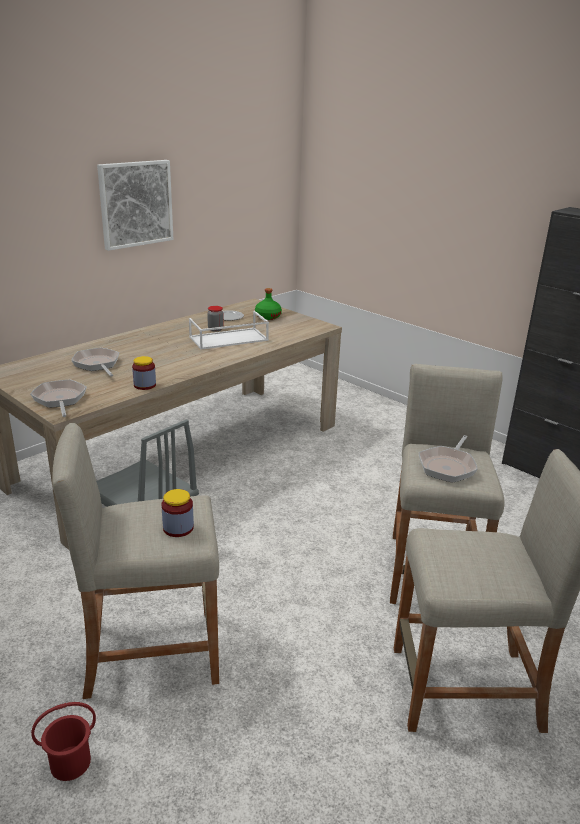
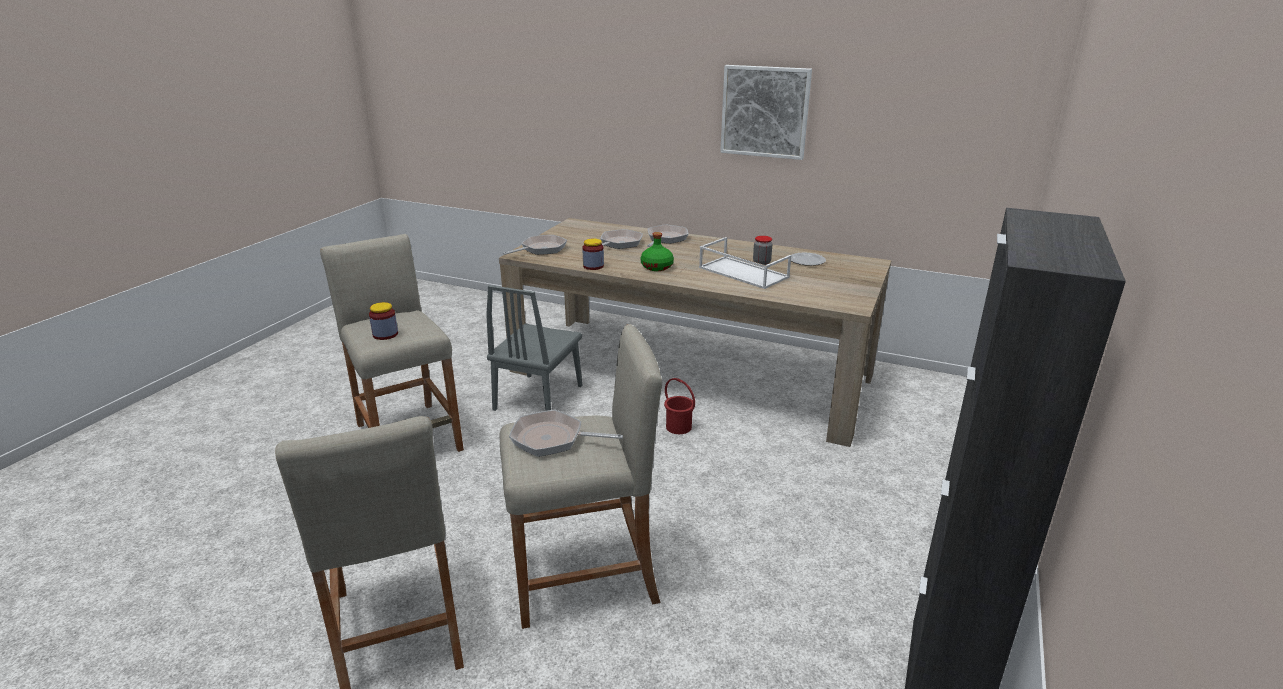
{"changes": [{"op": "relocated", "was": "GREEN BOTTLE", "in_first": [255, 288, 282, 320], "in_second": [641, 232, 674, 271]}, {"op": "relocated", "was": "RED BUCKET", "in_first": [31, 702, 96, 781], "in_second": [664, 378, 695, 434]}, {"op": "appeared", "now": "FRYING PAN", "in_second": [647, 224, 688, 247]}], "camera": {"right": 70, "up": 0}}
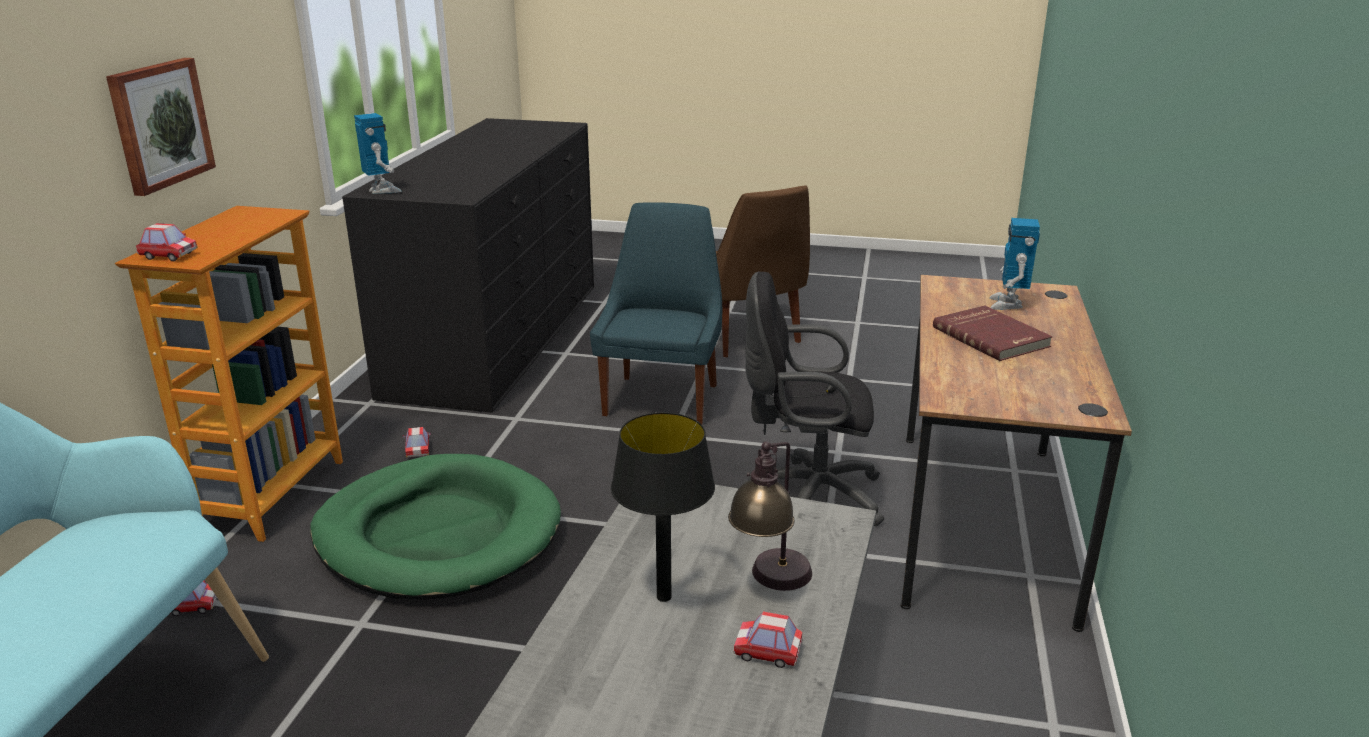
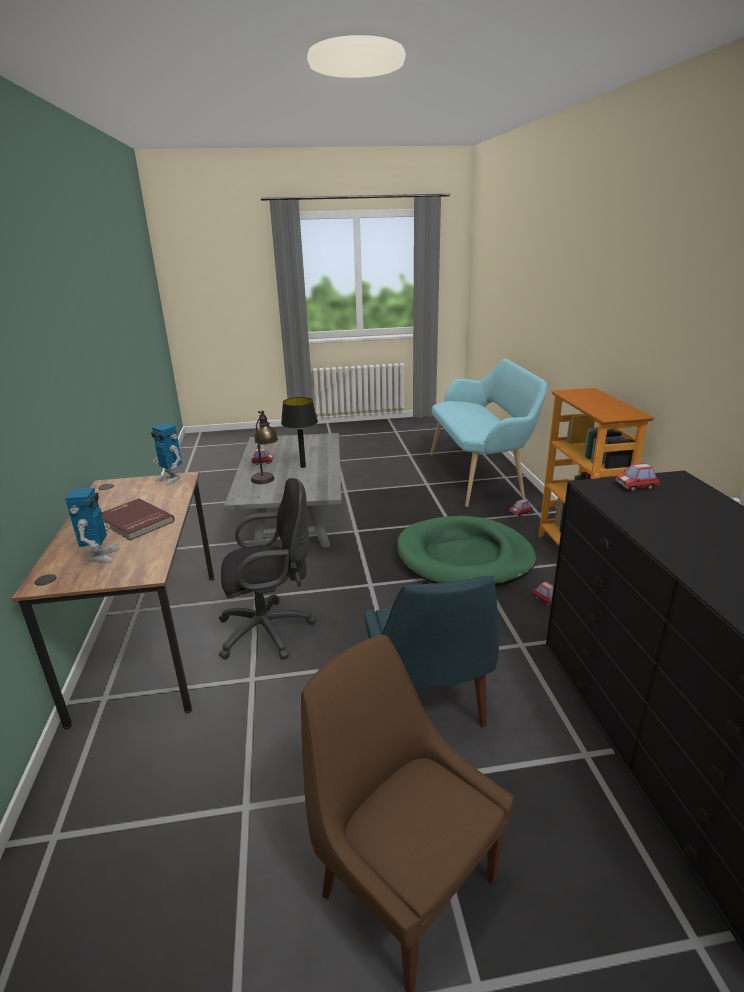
{"changes": [{"op": "missing", "was": "PICTURE", "in_first": [106, 58, 216, 196]}, {"op": "relocated", "was": "TOY ROBOT", "in_first": [354, 113, 401, 194], "in_second": [151, 423, 182, 486]}, {"op": "relocated", "was": "TOY CAR", "in_first": [136, 223, 198, 261], "in_second": [616, 463, 660, 491]}], "camera": {"right": 160, "up": 0}}
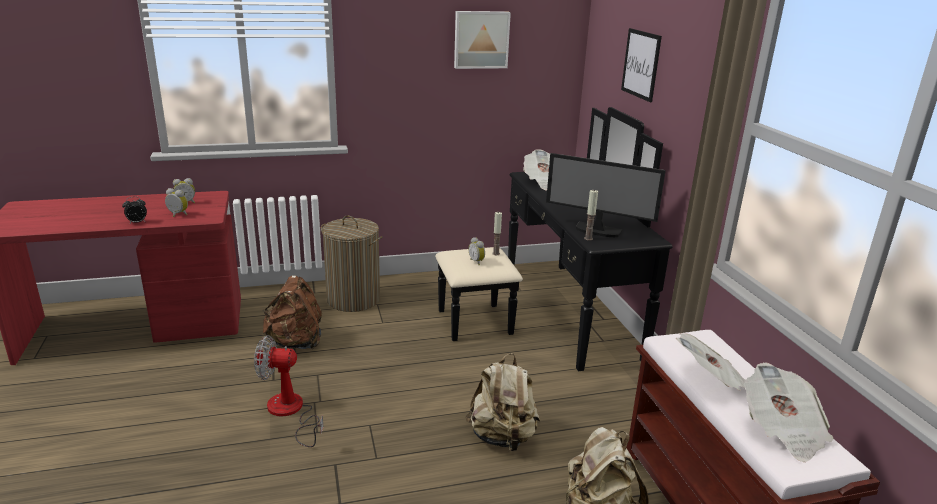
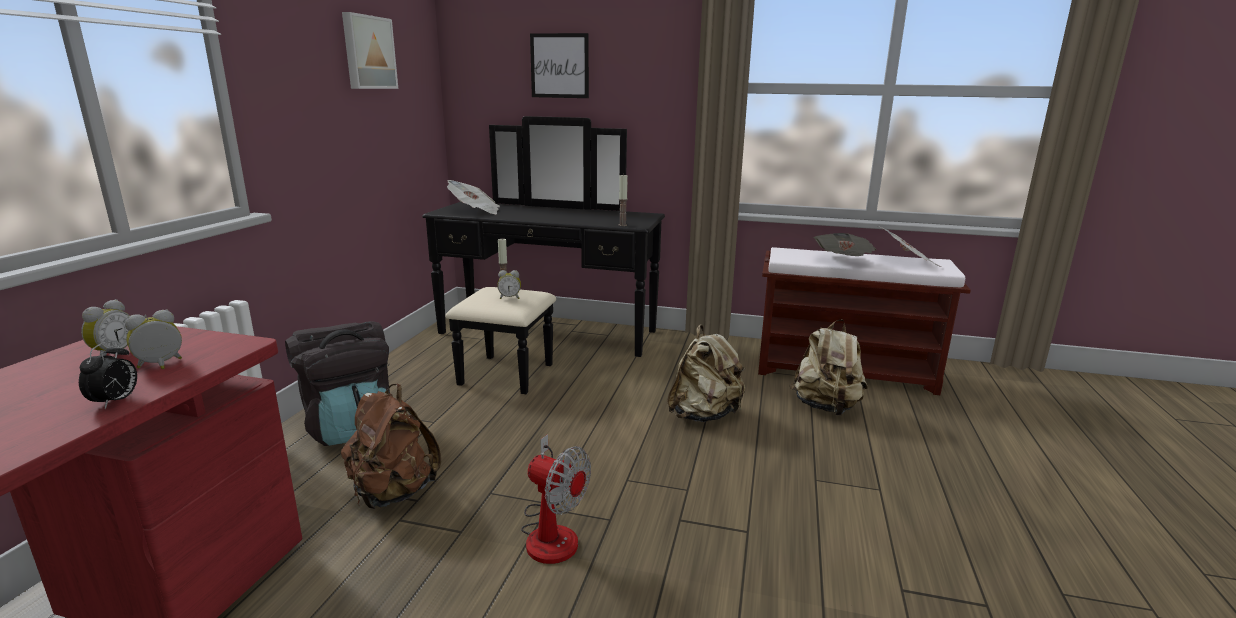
{"changes": [{"op": "missing", "was": "MONITOR", "in_first": [546, 153, 666, 237]}, {"op": "exchanged", "was": "LAUNDRY BASKET", "now": "BLACK BACKPACK", "in_first": [321, 215, 383, 312], "in_second": [285, 321, 390, 446]}, {"op": "spun", "was": "FAN", "in_first": [254, 335, 323, 447], "in_second": [521, 434, 591, 564], "clockwise": -90}], "camera": {"right": -60, "up": -5}}
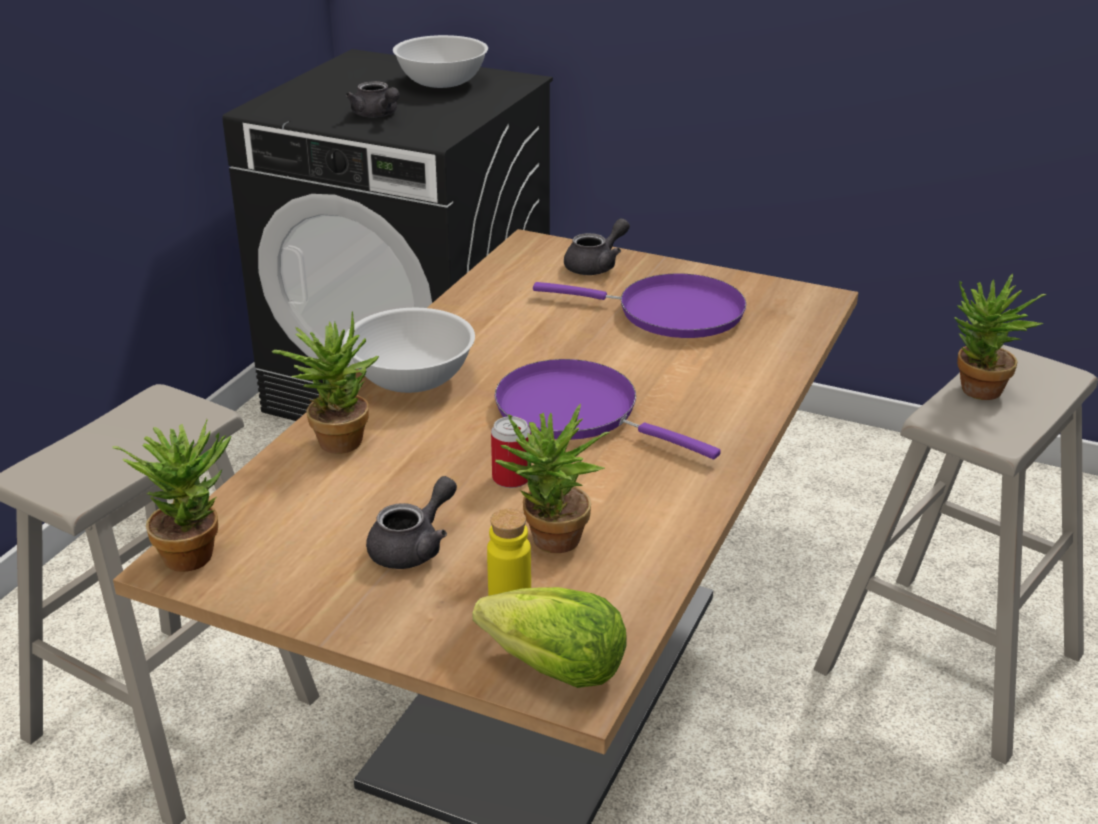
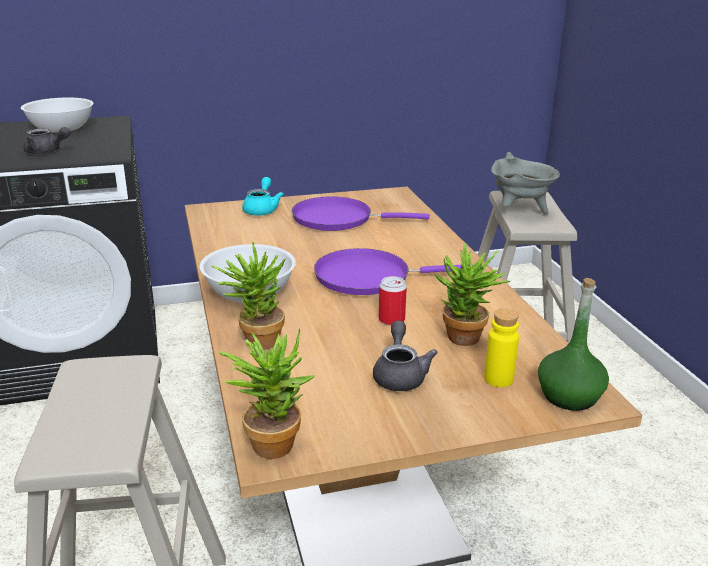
{"changes": [{"op": "colour", "was": "GREY TEAPOT", "now": "TURQUOISE TEAPOT", "in_first": [564, 218, 630, 275], "in_second": [242, 177, 283, 216]}, {"op": "spun", "was": "PURPLE FRYING PAN", "in_first": [533, 274, 746, 338], "in_second": [292, 196, 430, 231], "clockwise": -150}, {"op": "exchanged", "was": "POTTED PLANT", "now": "GREY COOKING POT", "in_first": [955, 274, 1047, 400], "in_second": [491, 152, 560, 214]}, {"op": "exchanged", "was": "LETTUCE", "now": "GREEN BOTTLE", "in_first": [473, 587, 627, 688], "in_second": [538, 278, 609, 411]}], "camera": {"right": -40, "up": -5}}
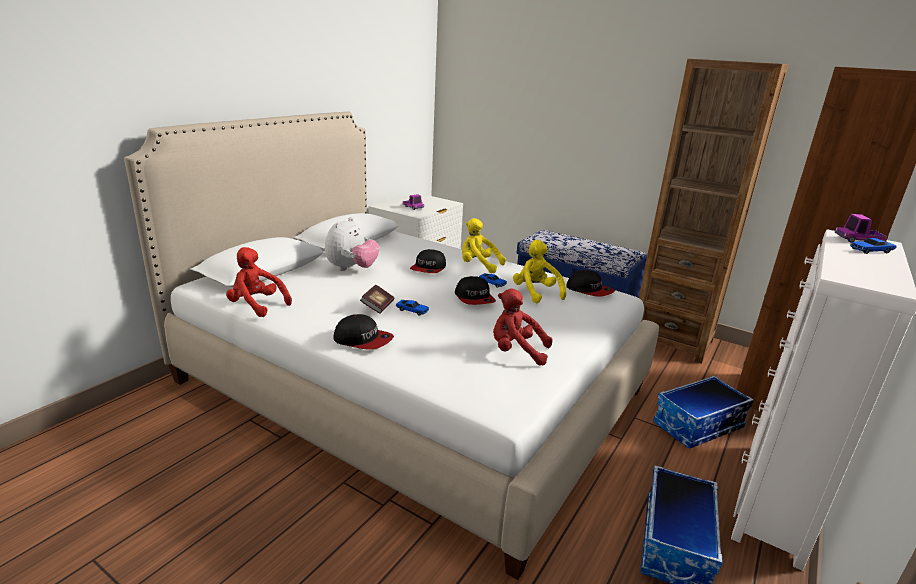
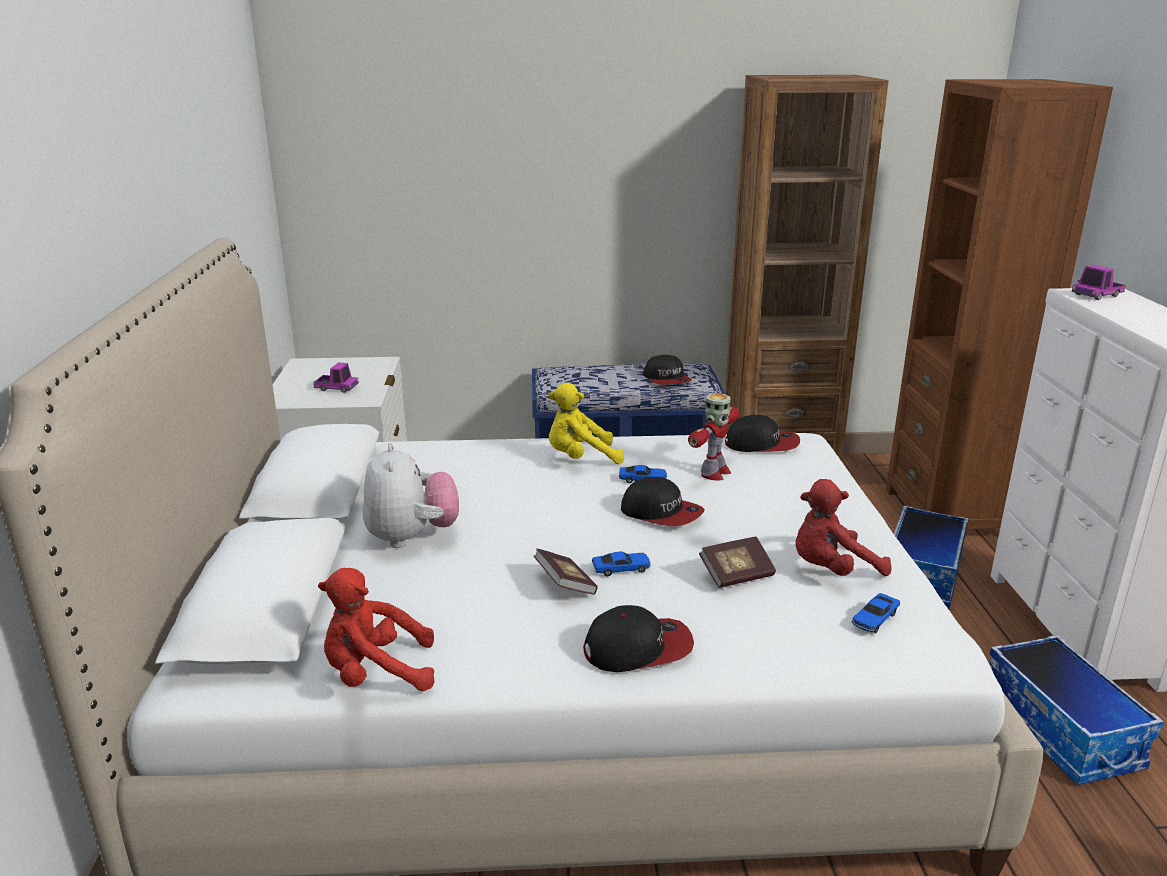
{"changes": [{"op": "relocated", "was": "TOY CAR", "in_first": [850, 238, 896, 254], "in_second": [851, 593, 900, 633]}, {"op": "exchanged", "was": "YELLOW PLUSH TOY", "now": "TOY ROBOT", "in_first": [513, 240, 566, 303], "in_second": [688, 393, 739, 480]}, {"op": "relocated", "was": "CAP", "in_first": [410, 249, 446, 273], "in_second": [643, 355, 692, 385]}, {"op": "appeared", "now": "BOOK", "in_second": [699, 537, 776, 588]}], "camera": {"right": -35, "up": 0}}
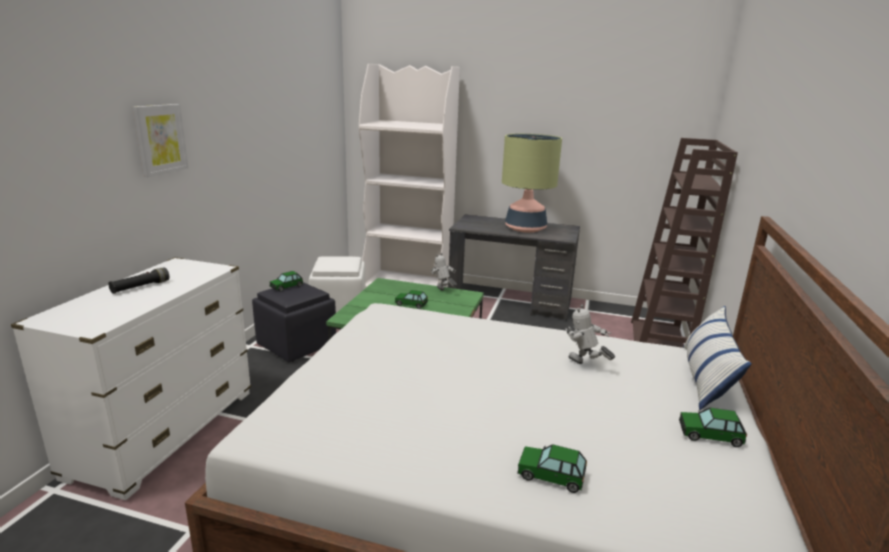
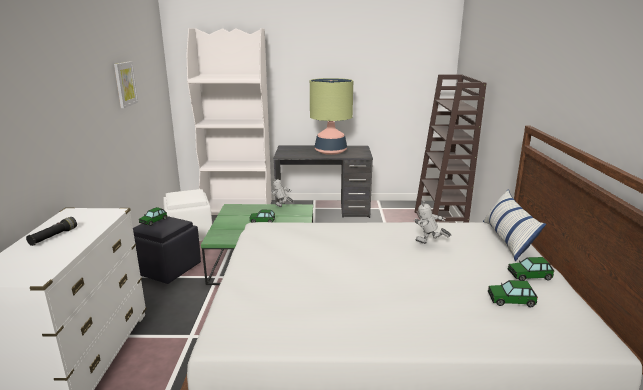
{"changes": [{"op": "relocated", "was": "PICTURE", "in_first": [133, 104, 188, 177], "in_second": [114, 61, 138, 108]}, {"op": "relocated", "was": "TOY CAR", "in_first": [517, 444, 587, 493], "in_second": [488, 280, 538, 307]}], "camera": {"right": -15, "up": 0}}
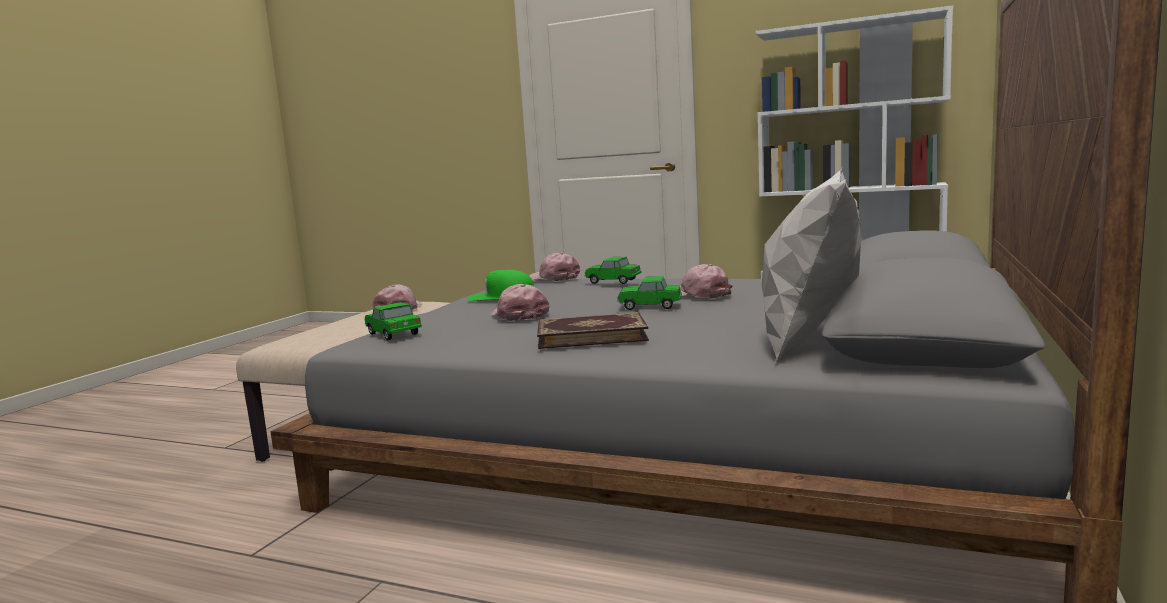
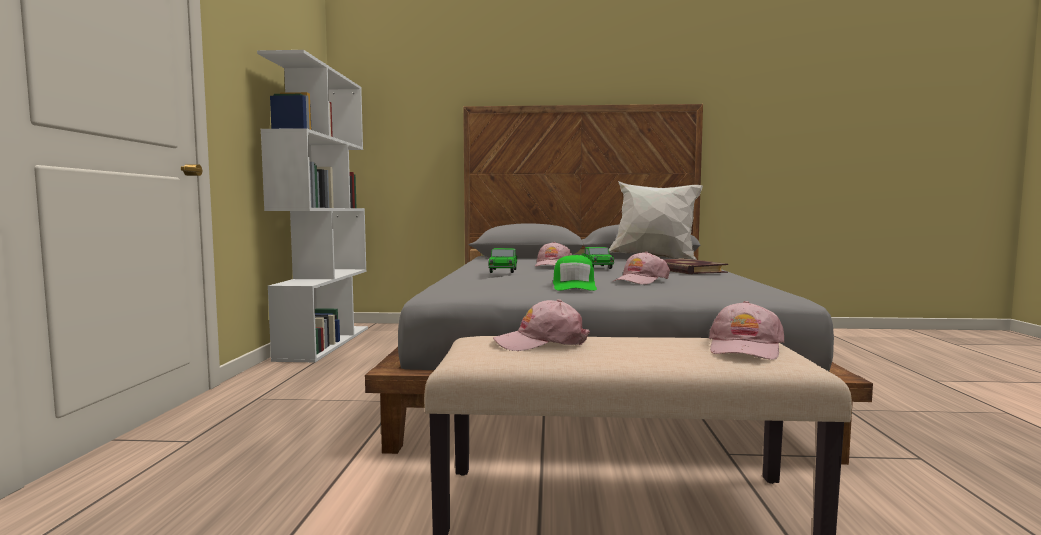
{"changes": [{"op": "relocated", "was": "PINK CAP", "in_first": [529, 253, 580, 281], "in_second": [709, 301, 785, 360]}, {"op": "missing", "was": "TOY CAR", "in_first": [365, 302, 422, 340]}], "camera": {"right": -110, "up": -5}}
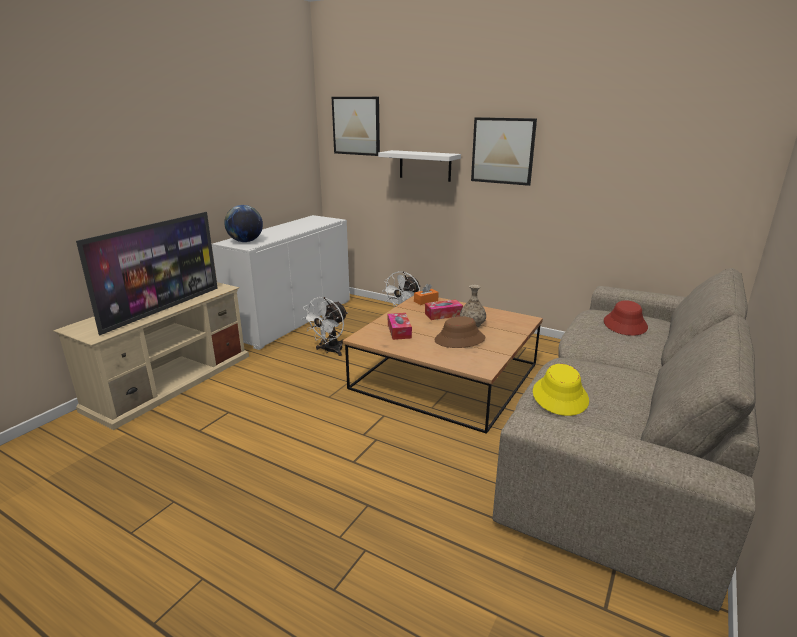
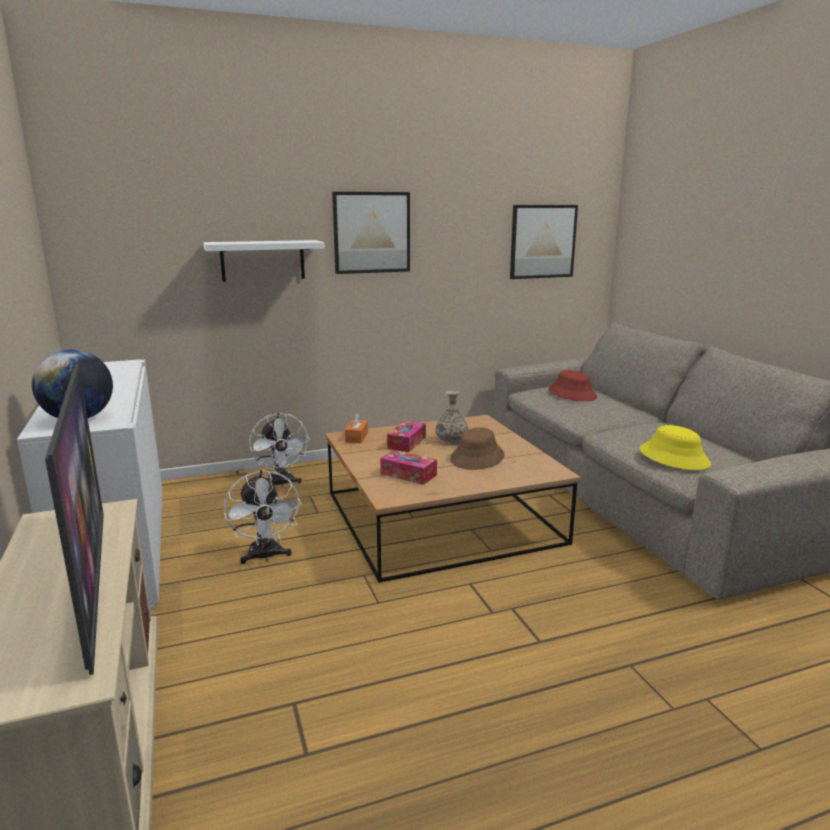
{"changes": [{"op": "relocated", "was": "PICTURE", "in_first": [332, 97, 380, 156], "in_second": [510, 205, 578, 279]}], "camera": {"right": -50, "up": -5}}
